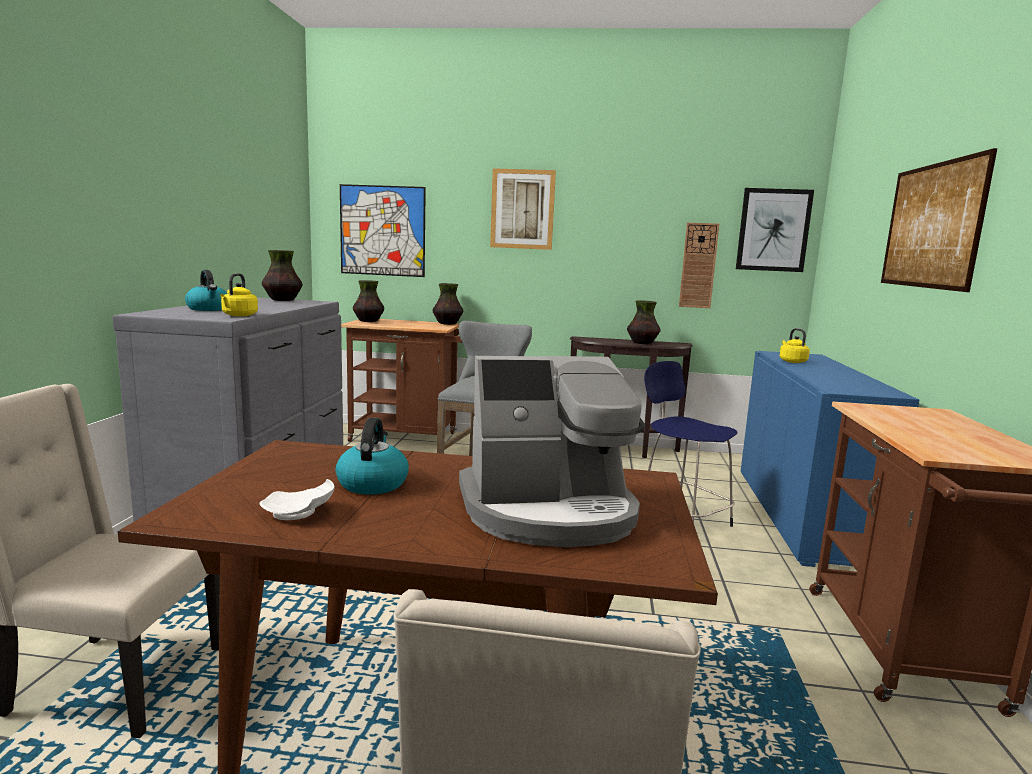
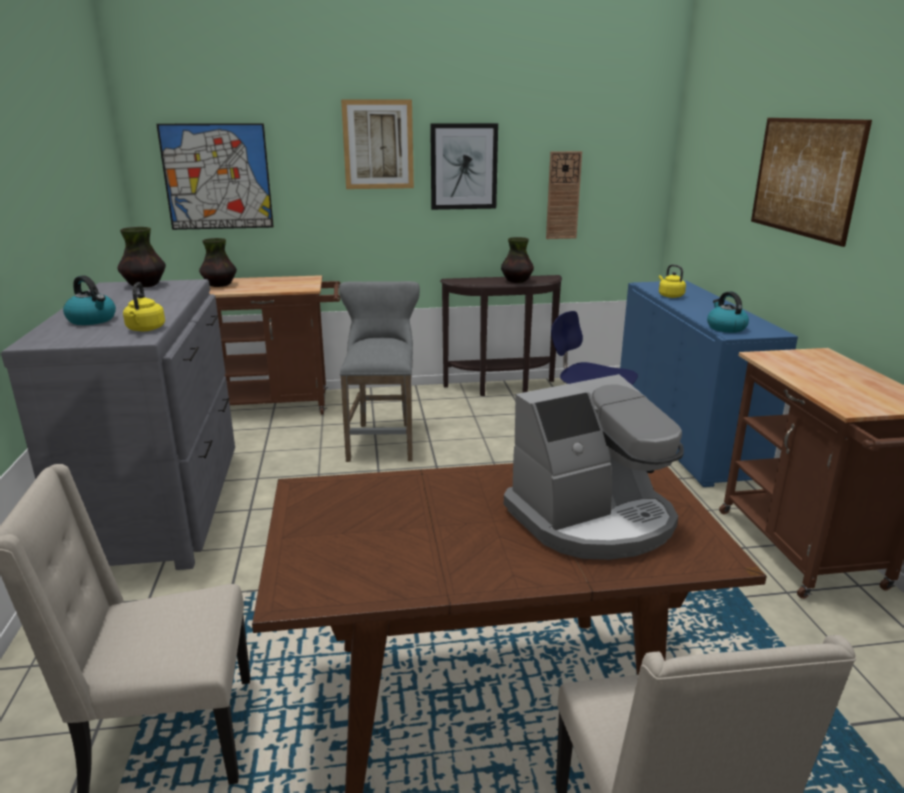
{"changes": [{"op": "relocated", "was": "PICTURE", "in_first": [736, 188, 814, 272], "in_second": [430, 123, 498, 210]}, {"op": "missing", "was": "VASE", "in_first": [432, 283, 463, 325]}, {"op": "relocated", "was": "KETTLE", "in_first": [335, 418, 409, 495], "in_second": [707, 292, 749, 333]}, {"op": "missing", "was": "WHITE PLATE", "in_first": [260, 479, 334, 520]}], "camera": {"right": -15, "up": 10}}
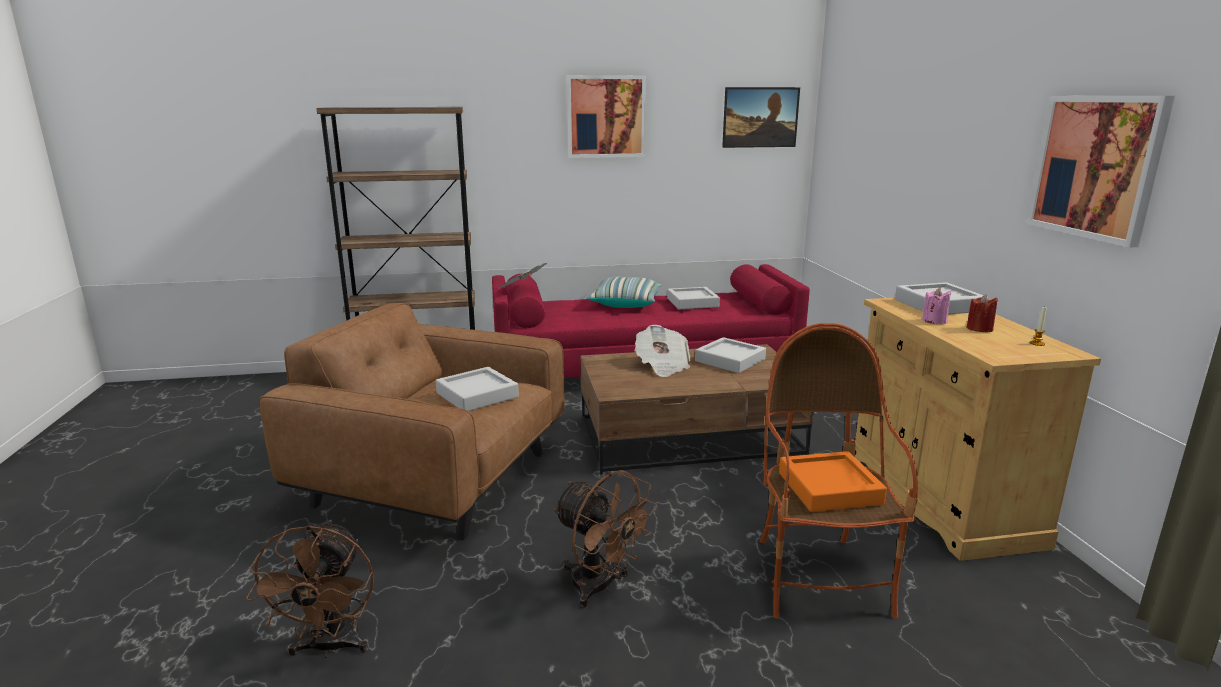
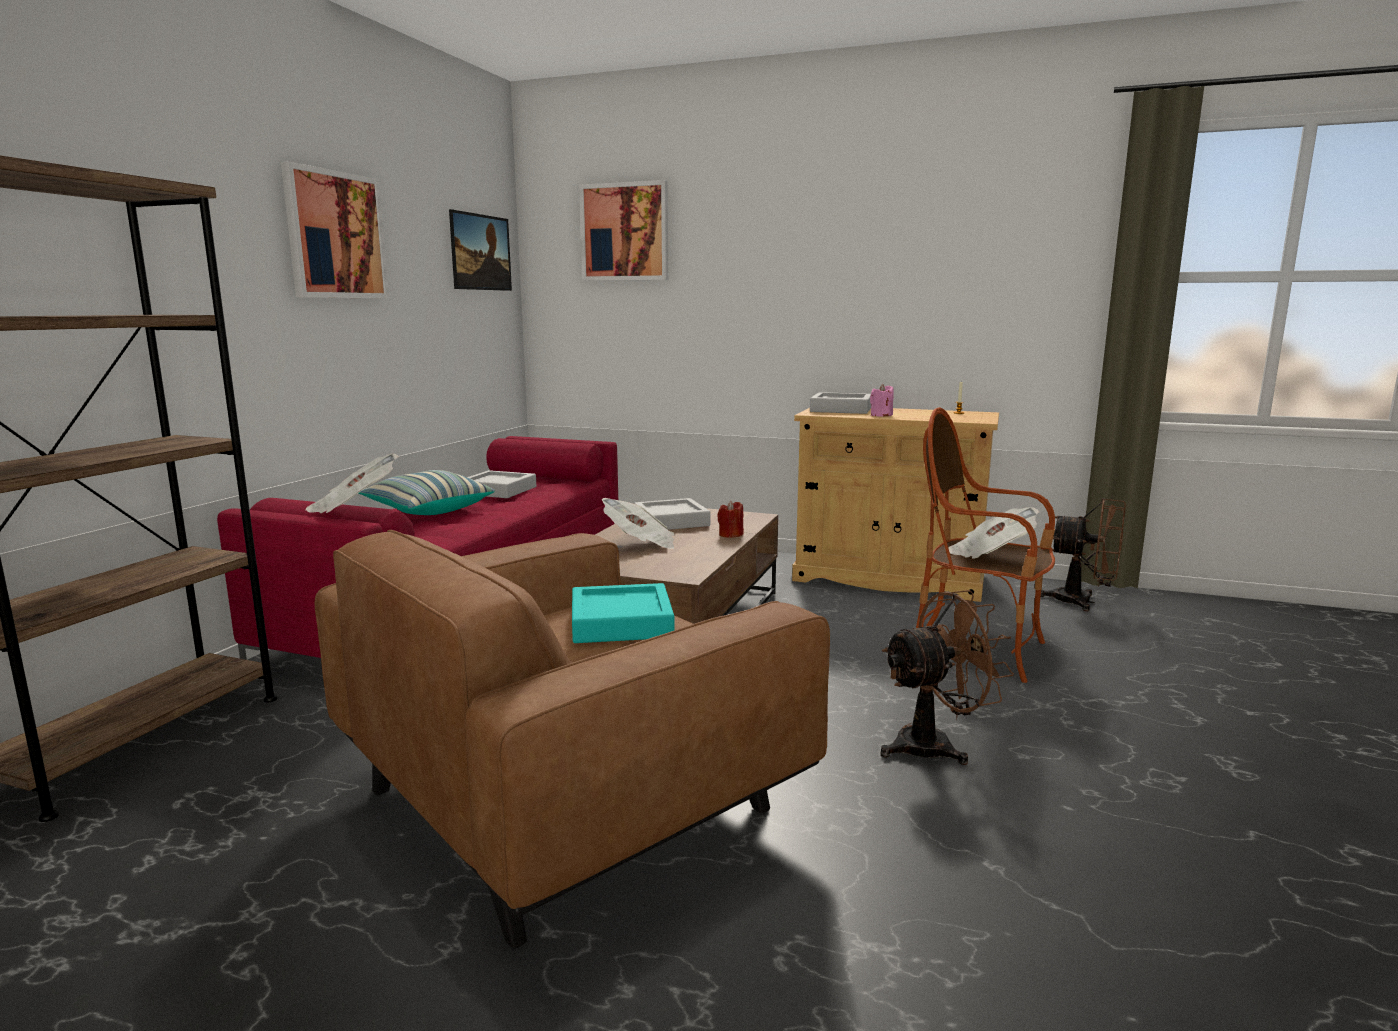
{"changes": [{"op": "relocated", "was": "PICTURE", "in_first": [1027, 96, 1175, 248], "in_second": [579, 180, 668, 281]}, {"op": "relocated", "was": "RED CANDLE", "in_first": [966, 294, 998, 332], "in_second": [717, 501, 744, 538]}, {"op": "colour", "was": "GREY TRAY", "now": "TURQUOISE TRAY", "in_first": [436, 367, 519, 411], "in_second": [572, 583, 675, 643]}, {"op": "exchanged", "was": "ORANGE TRAY", "now": "NEWSPAPER", "in_first": [779, 451, 887, 512], "in_second": [948, 507, 1039, 559]}, {"op": "relocated", "was": "BROWN FAN", "in_first": [246, 520, 374, 658], "in_second": [1041, 498, 1126, 611]}], "camera": {"right": -60, "up": -5}}
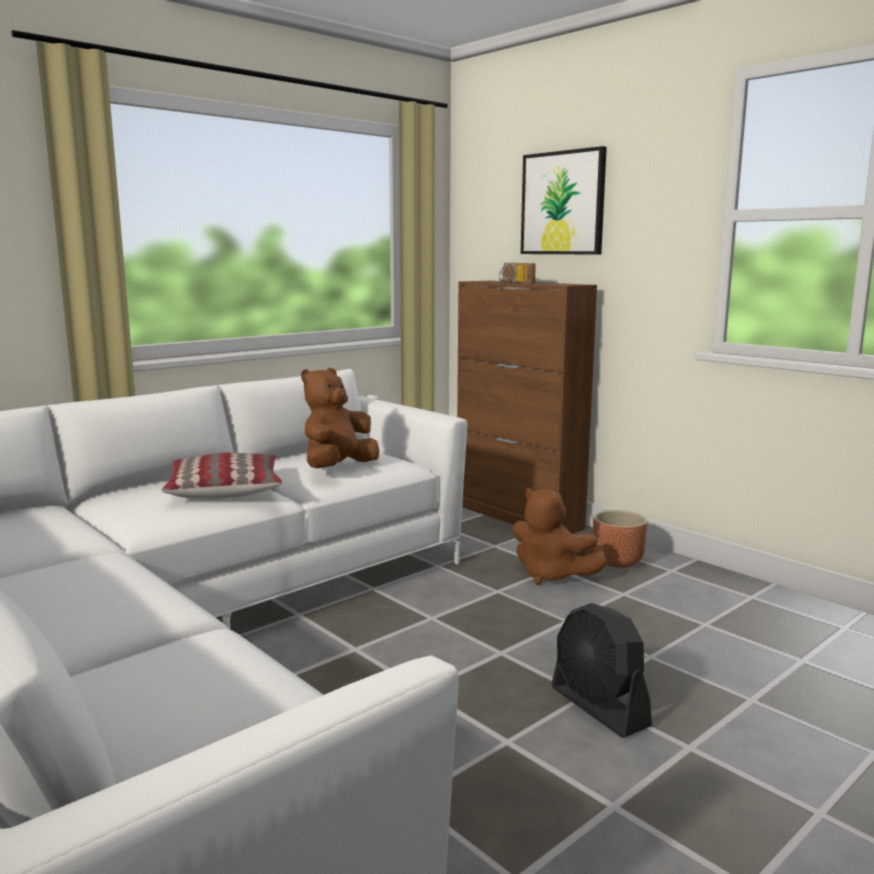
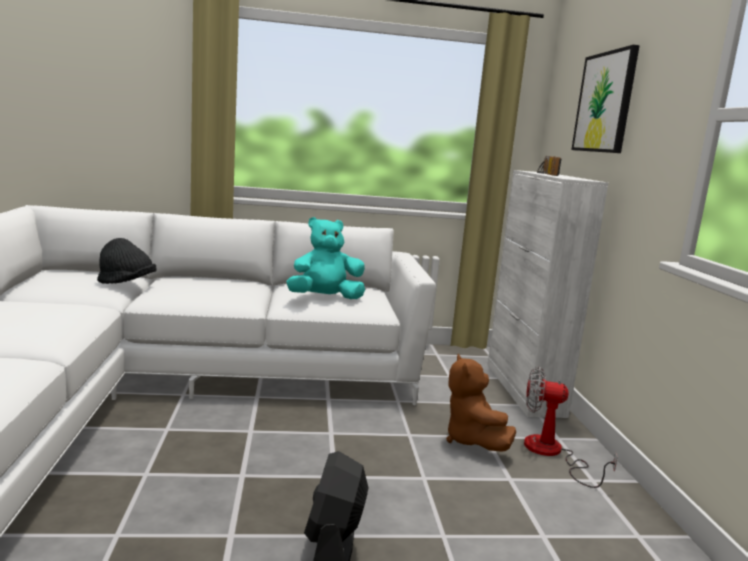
{"changes": [{"op": "colour", "was": "BROWN CABINET", "now": "WHITE CABINET", "in_first": [457, 281, 597, 534], "in_second": [487, 170, 608, 418]}, {"op": "colour", "was": "BROWN PLUSH TOY", "now": "TURQUOISE PLUSH TOY", "in_first": [301, 368, 380, 468], "in_second": [286, 217, 365, 299]}, {"op": "missing", "was": "PILLOW", "in_first": [161, 453, 282, 499]}, {"op": "exchanged", "was": "BROWN PLANTER", "now": "FAN", "in_first": [593, 510, 647, 567], "in_second": [524, 367, 618, 488]}, {"op": "appeared", "now": "BLACK HAT", "in_second": [97, 238, 157, 284]}], "camera": {"right": 35, "up": 0}}
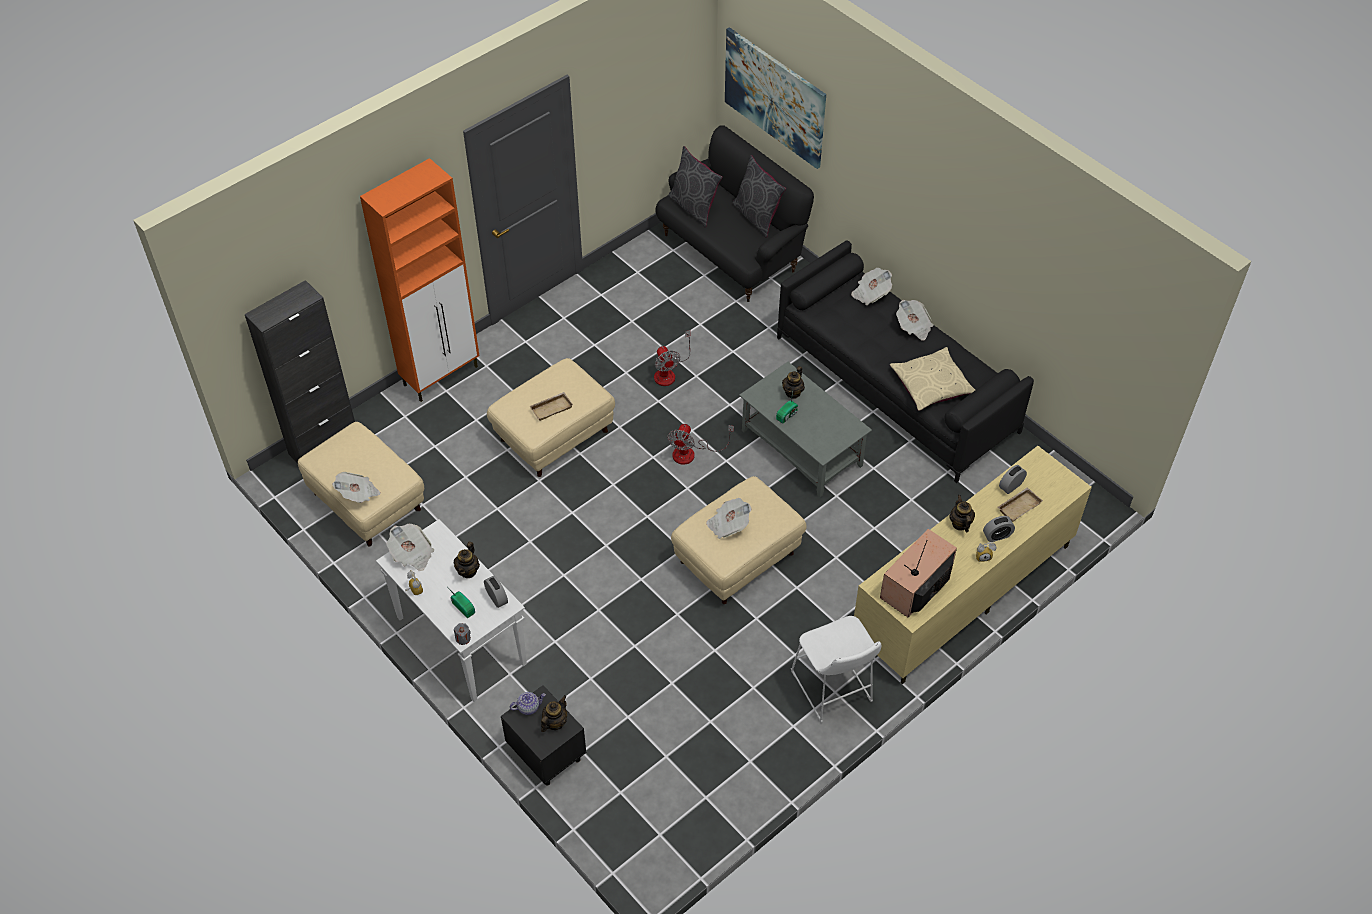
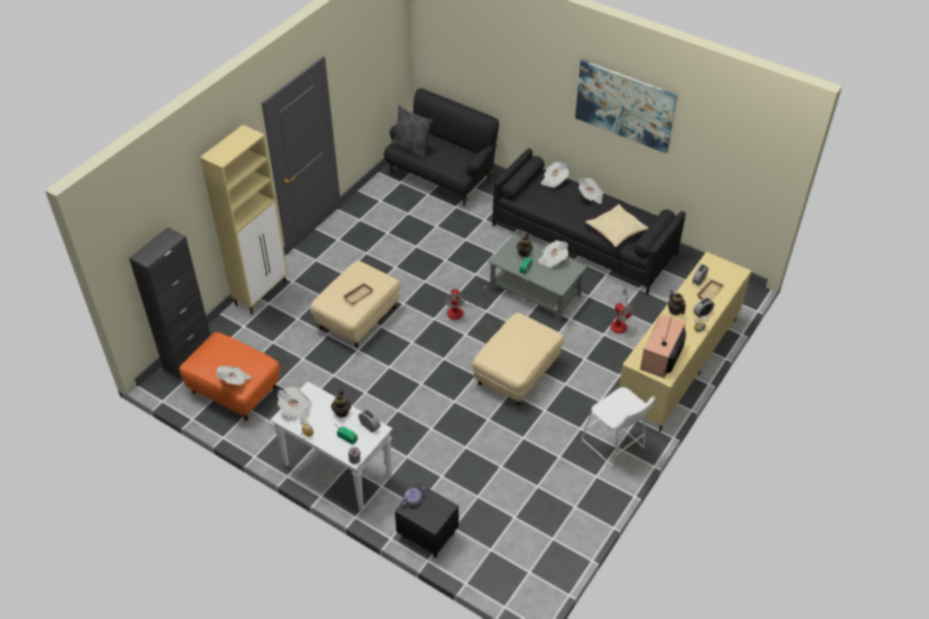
{"changes": [{"op": "relocated", "was": "PICTURE", "in_first": [725, 27, 826, 169], "in_second": [575, 60, 678, 154]}, {"op": "missing", "was": "GREY PILLOW", "in_first": [732, 155, 786, 238]}, {"op": "colour", "was": "ORANGE CABINET", "now": "BEIGE CABINET", "in_first": [360, 158, 479, 402], "in_second": [200, 125, 288, 314]}, {"op": "relocated", "was": "FAN", "in_first": [654, 330, 690, 386], "in_second": [610, 288, 634, 334]}, {"op": "colour", "was": "BEIGE OTTOMAN", "now": "ORANGE OTTOMAN", "in_first": [298, 422, 424, 546], "in_second": [179, 332, 280, 421]}, {"op": "relocated", "was": "NEWSPAPER", "in_first": [706, 498, 752, 539], "in_second": [538, 240, 569, 269]}, {"op": "missing", "was": "TEAPOT", "in_first": [541, 695, 567, 732]}], "camera": {"right": -15, "up": -5}}
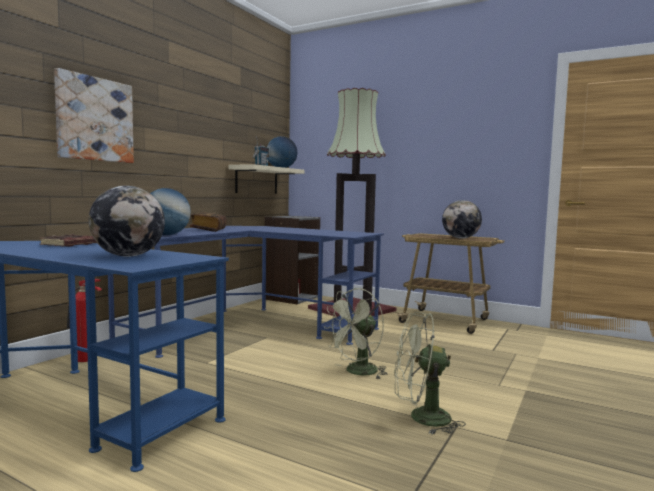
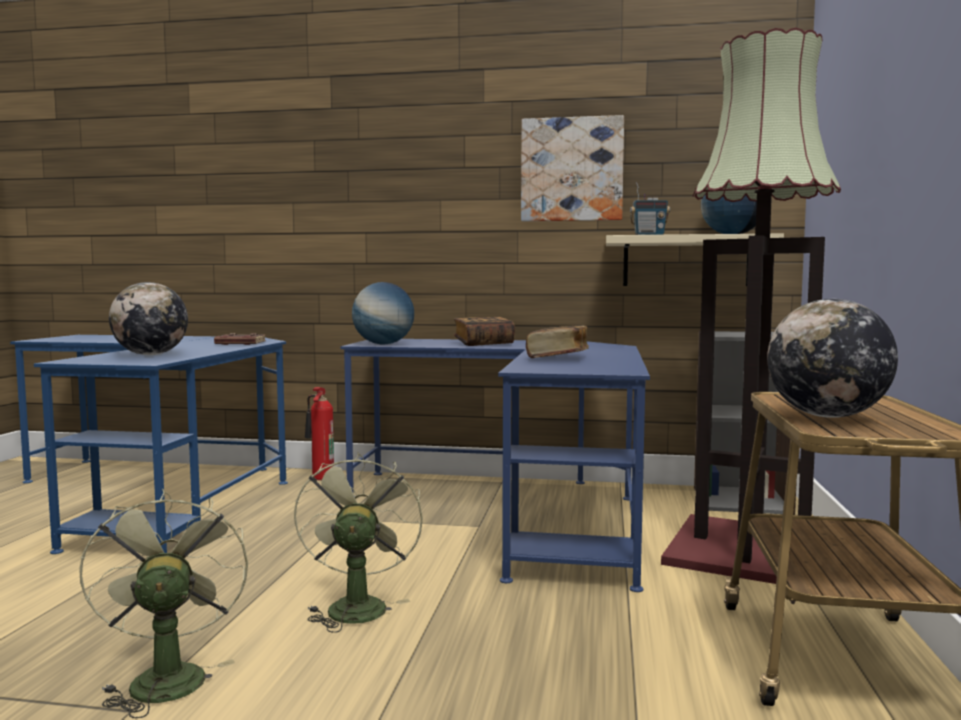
{"changes": [{"op": "relocated", "was": "PICTURE", "in_first": [54, 68, 134, 163], "in_second": [521, 115, 624, 222]}, {"op": "spun", "was": "GREEN FAN", "in_first": [323, 288, 388, 379], "in_second": [294, 451, 423, 633], "clockwise": 60}, {"op": "appeared", "now": "BOOK", "in_second": [526, 325, 589, 358]}], "camera": {"right": 70, "up": 0}}
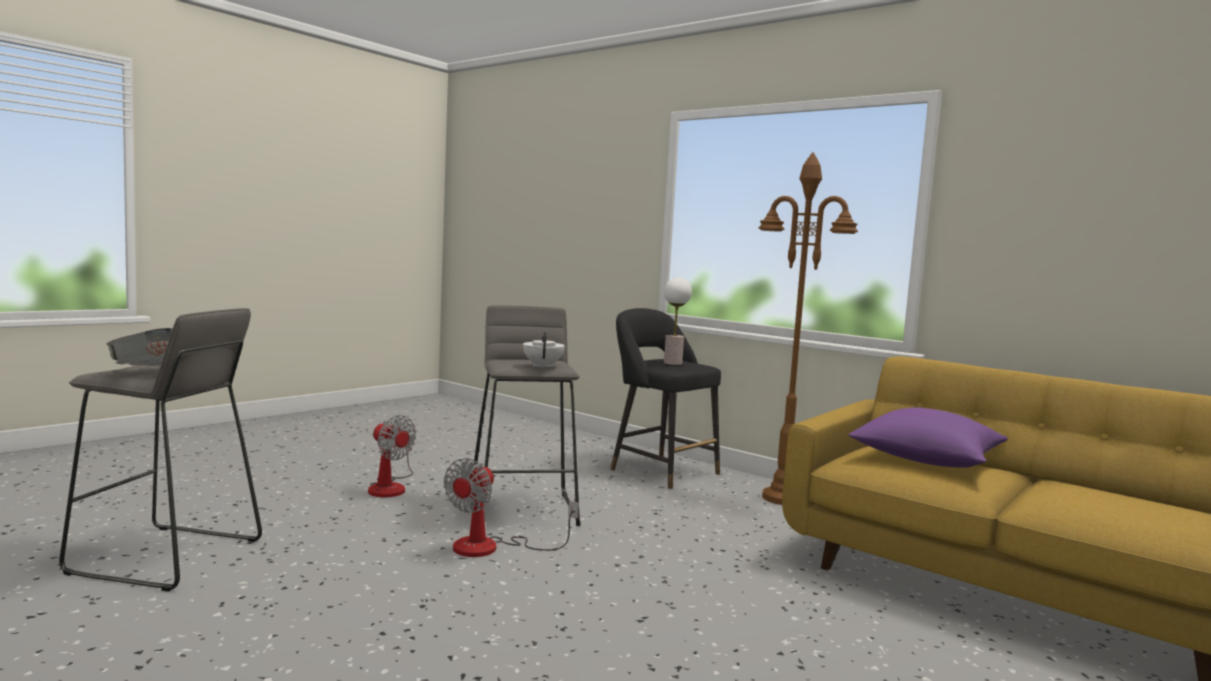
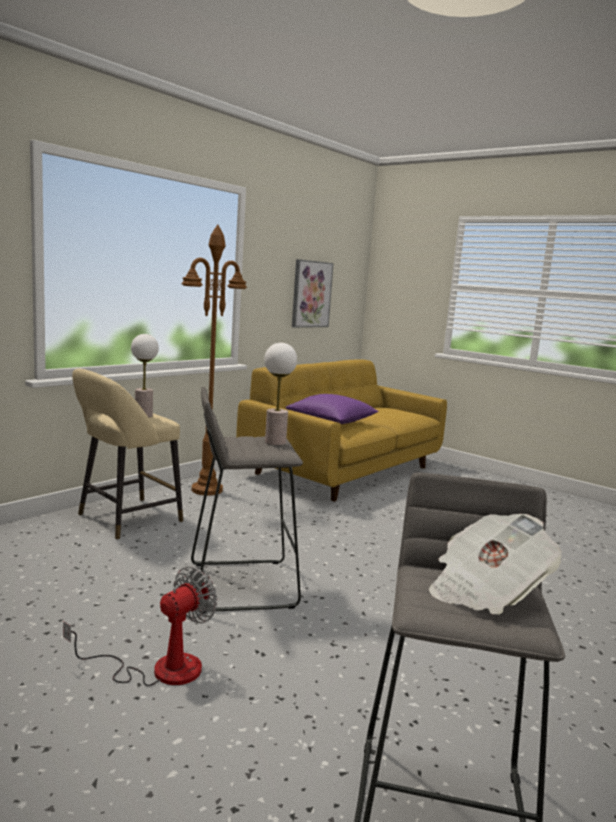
{"changes": [{"op": "colour", "was": "BLACK STOOL", "now": "BEIGE STOOL", "in_first": [610, 308, 721, 490], "in_second": [72, 369, 183, 540]}, {"op": "exchanged", "was": "WHITE TEAPOT", "now": "TABLE LAMP", "in_first": [523, 332, 565, 368], "in_second": [264, 343, 297, 445]}, {"op": "missing", "was": "FAN", "in_first": [444, 458, 579, 557]}, {"op": "appeared", "now": "PICTURE", "in_second": [292, 259, 334, 328]}], "camera": {"right": -90, "up": 5}}
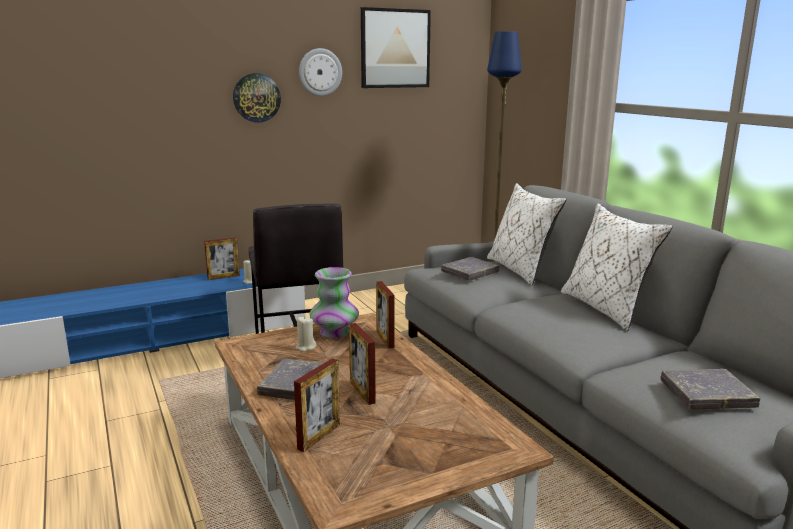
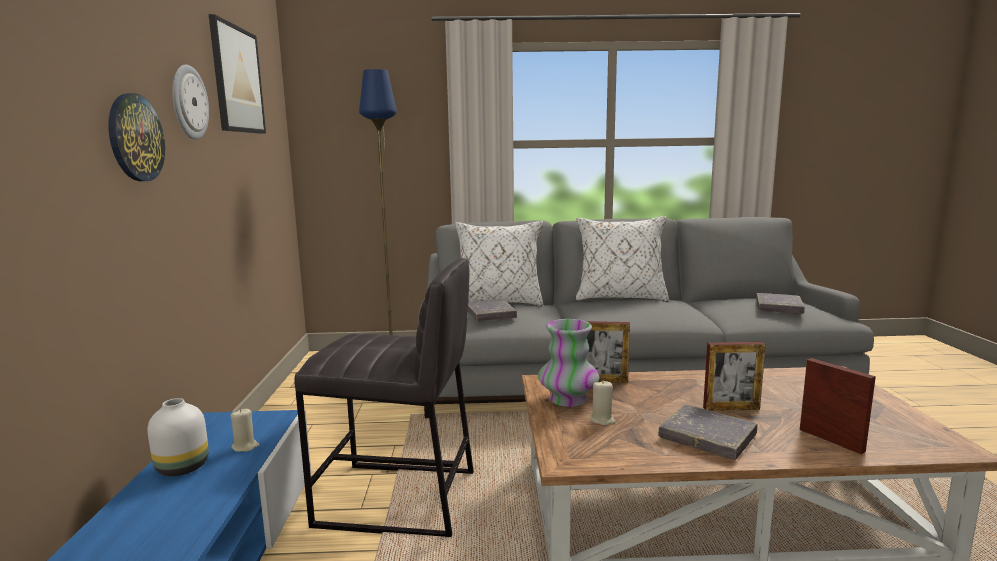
{"changes": [{"op": "exchanged", "was": "PICTURE FRAME", "now": "WHITE VASE", "in_first": [204, 238, 240, 280], "in_second": [147, 398, 209, 476]}], "camera": {"right": -65, "up": -5}}
